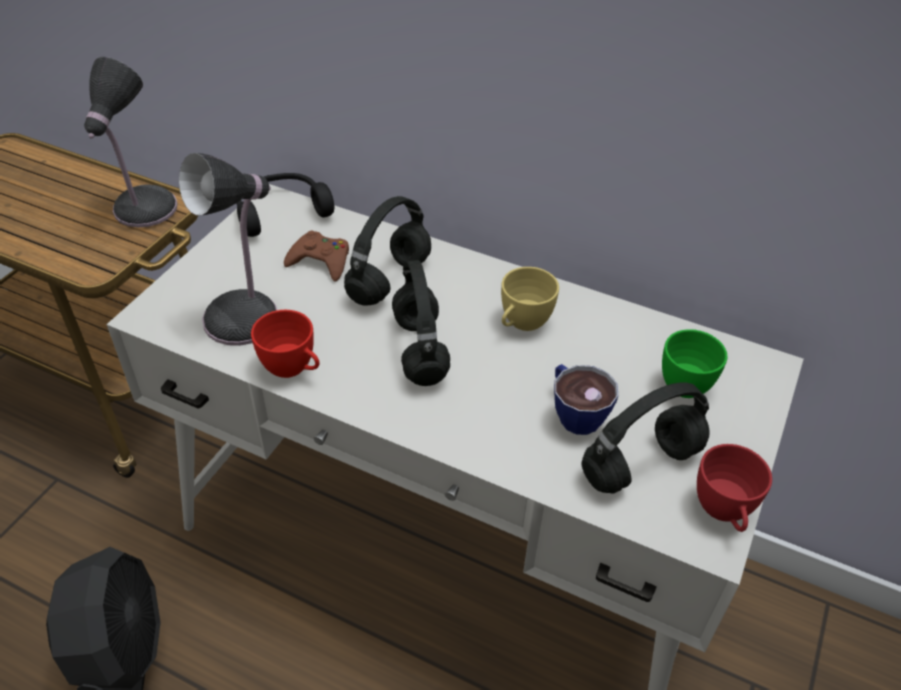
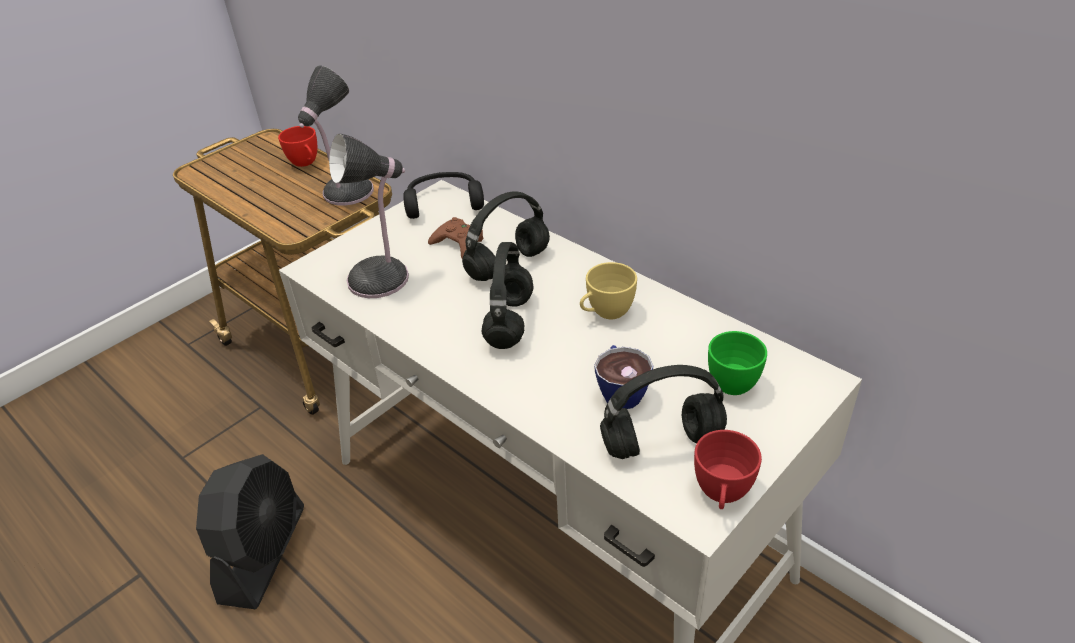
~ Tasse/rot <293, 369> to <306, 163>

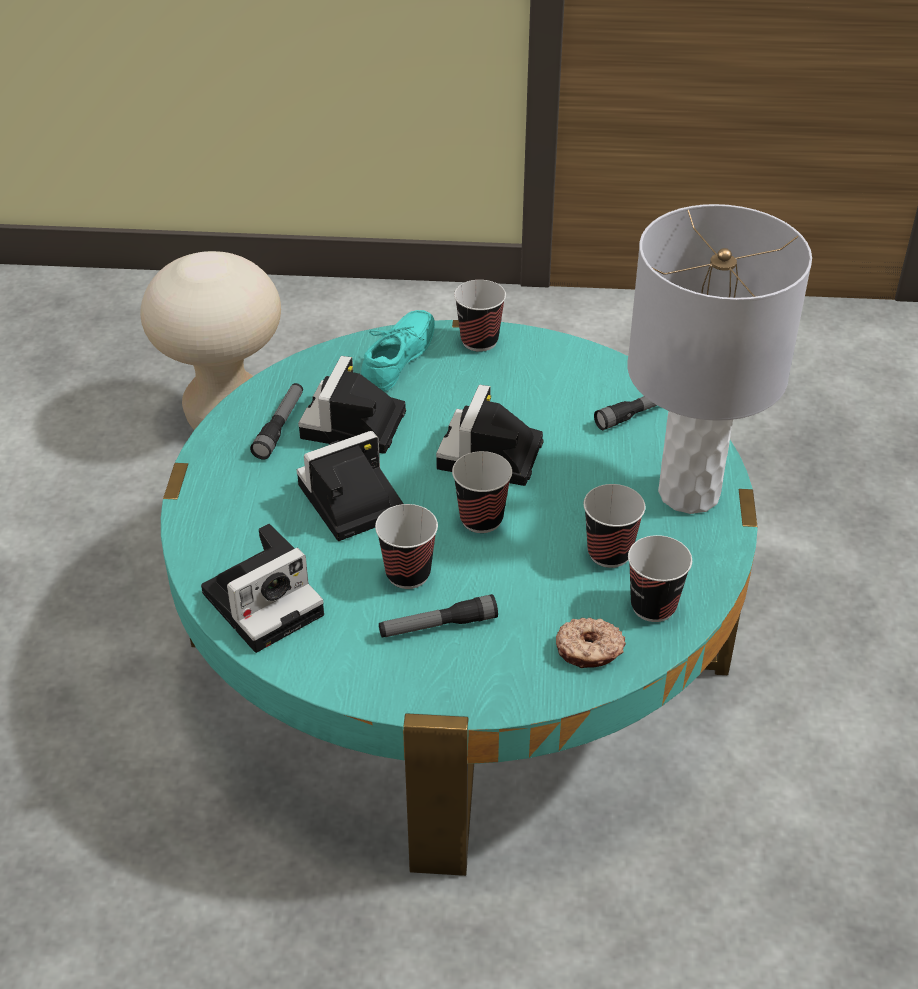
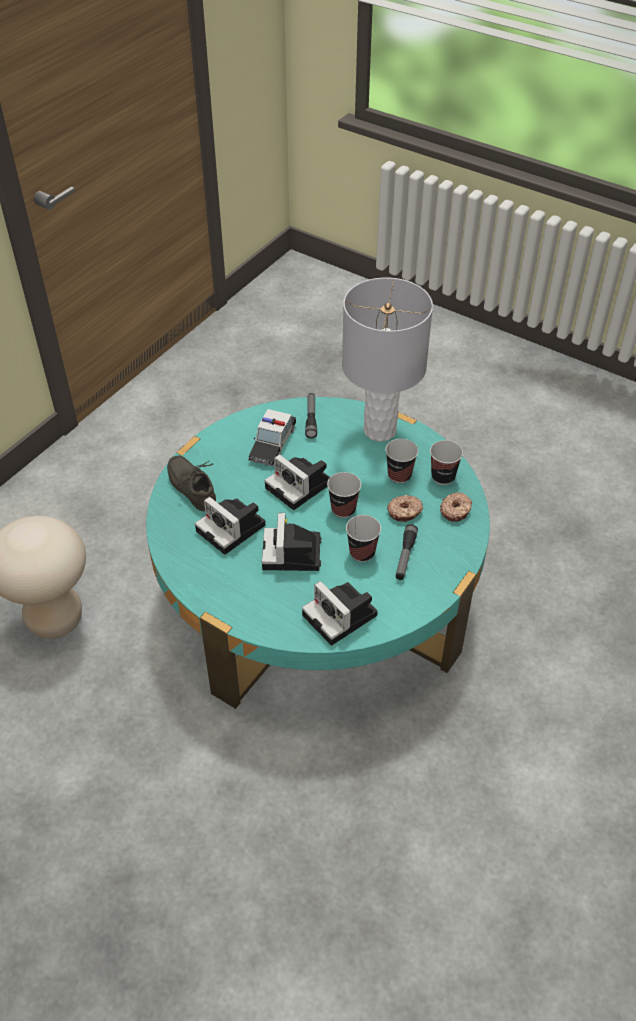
- Taschenlampe <280, 427>
- Tasse <479, 341>
+ Spielzeugauto <272, 444>
+ Donut <404, 512>
~ Schuh/türkis <402, 360> to Schuh/grau <194, 487>
~ Kamera <266, 601> = <342, 616> 150 degrees clockwise

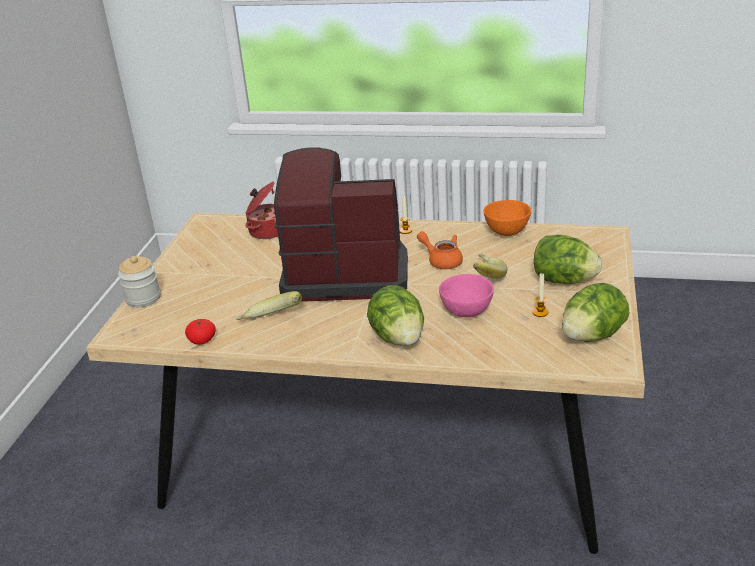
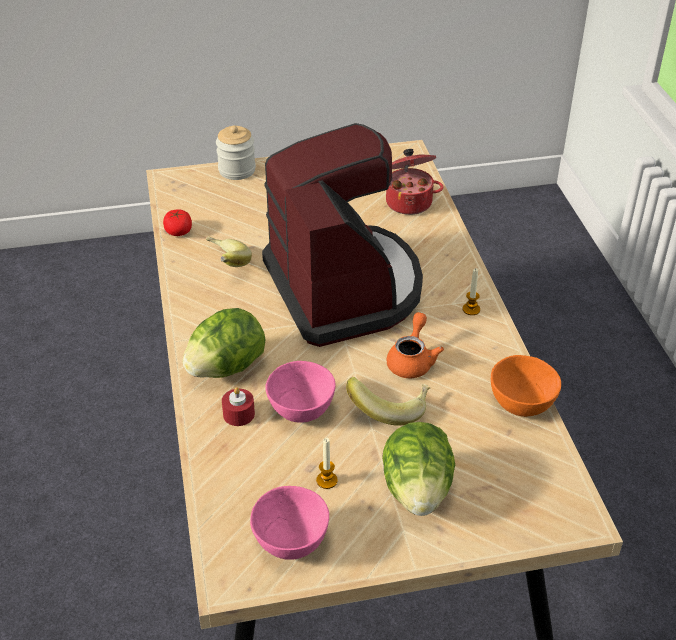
+ Kerze/rot <239, 414>
~ Salatkopf <592, 336> to Schüssel/rosa <290, 544>

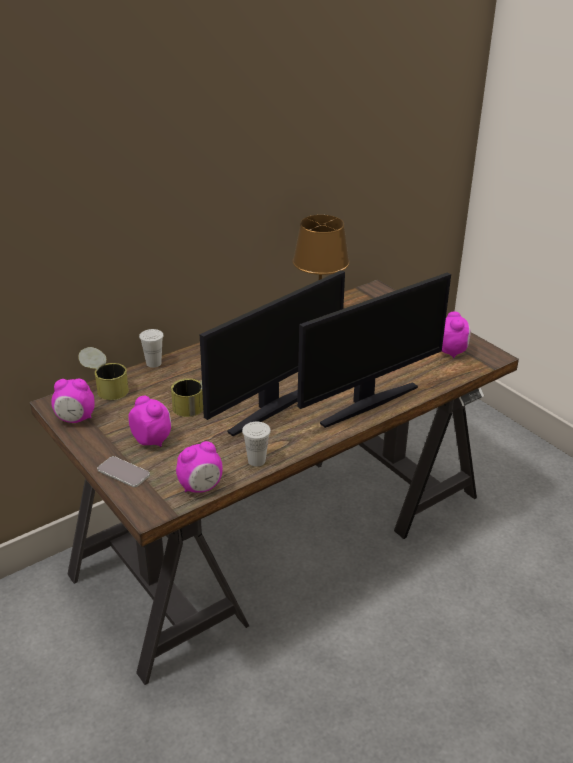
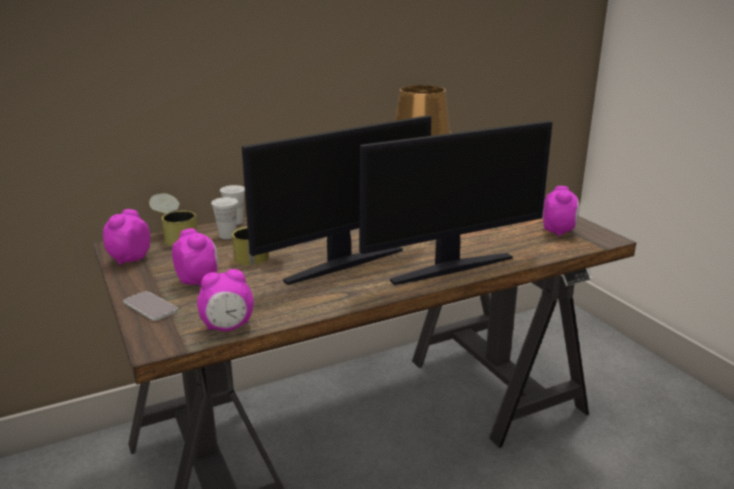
~ Tasse/weiß <256, 460> to <227, 236>
~ Wecker <75, 419> = <129, 259> 105 degrees clockwise

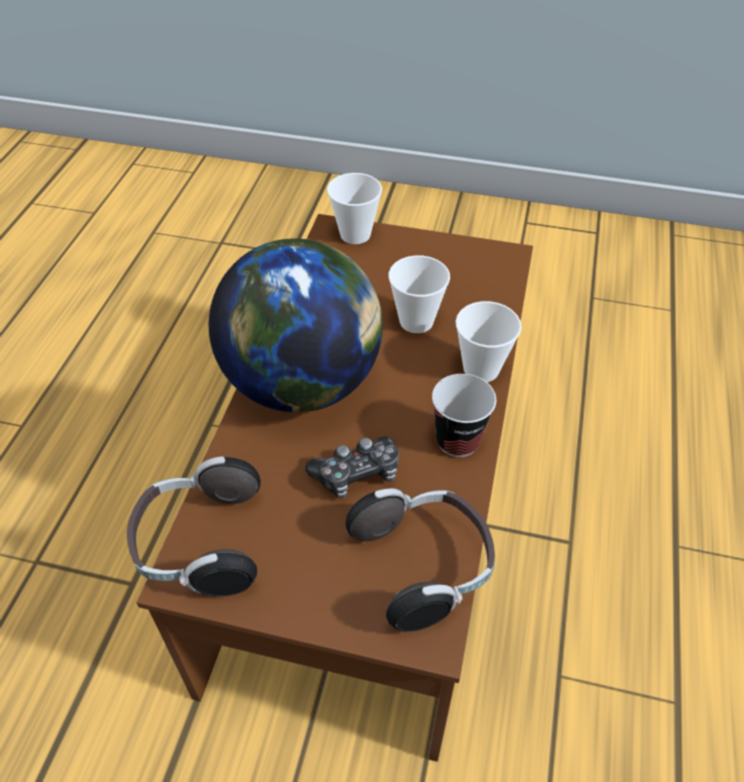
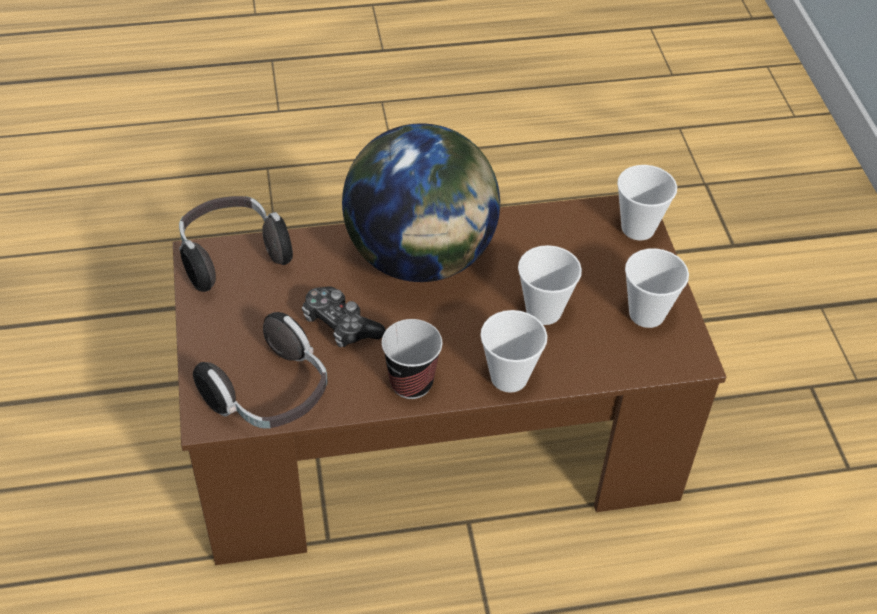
+ Tasse <646, 314>

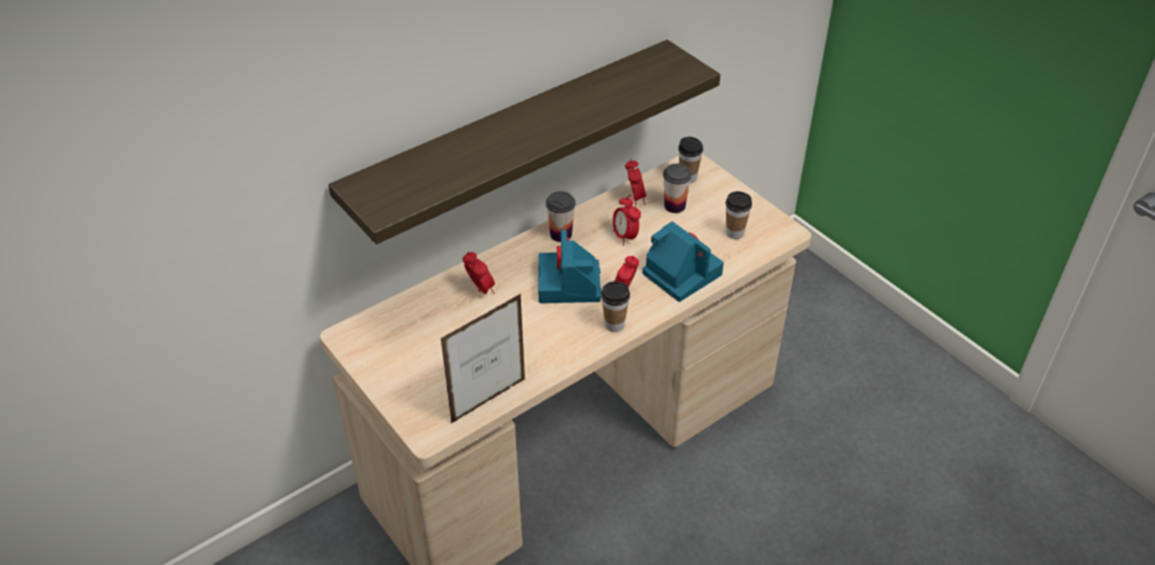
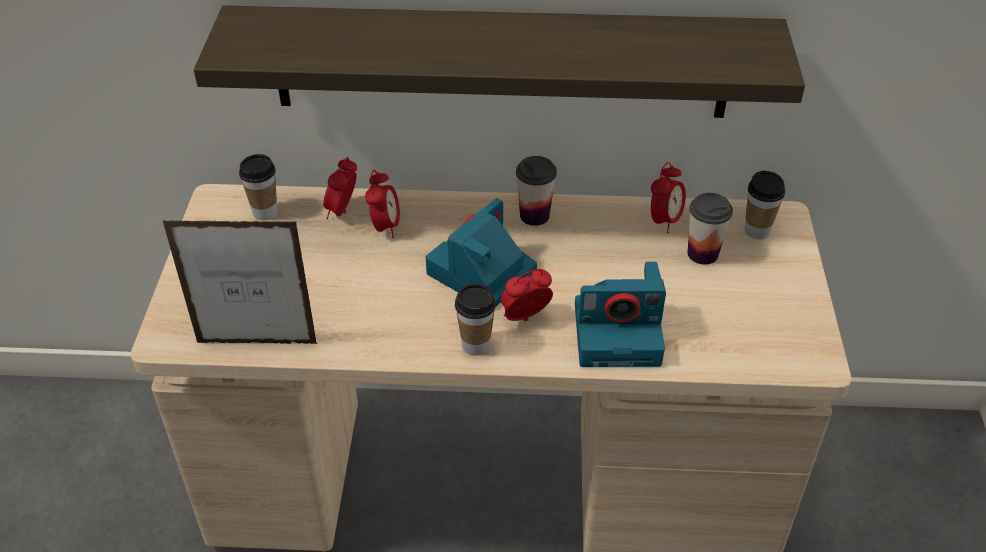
~ Wecker <625, 237> to <343, 212>
~ Tasse <734, 233> to <265, 212>
~ Kamera <680, 273> = <619, 332> 90 degrees clockwise

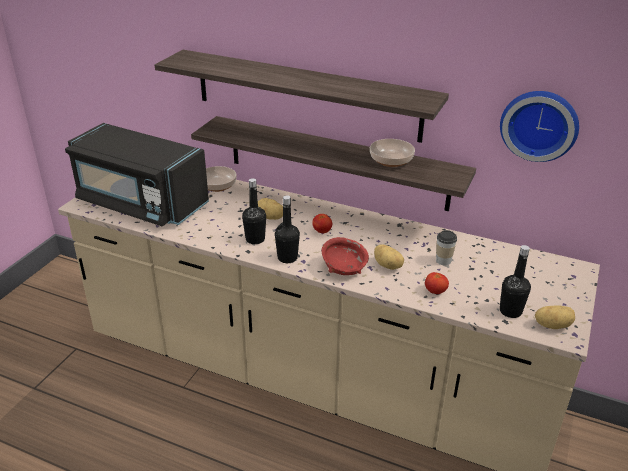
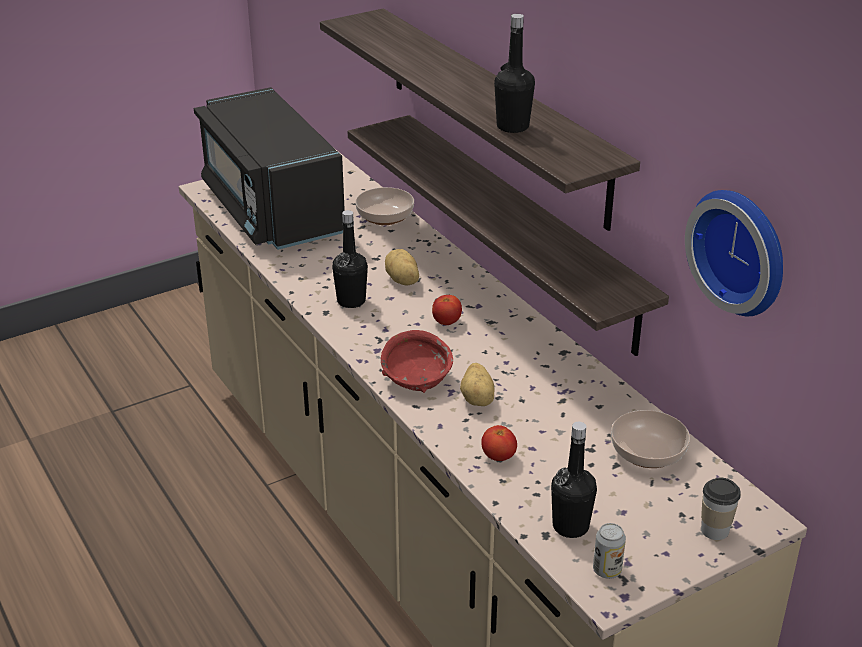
~ Flasche/schwarz <287, 258> to <512, 126>
~ Schüssel <390, 161> to <647, 452>
~ Tasse <443, 260> to <715, 530>
~ Kartoffel <552, 325> to Dose <607, 570>

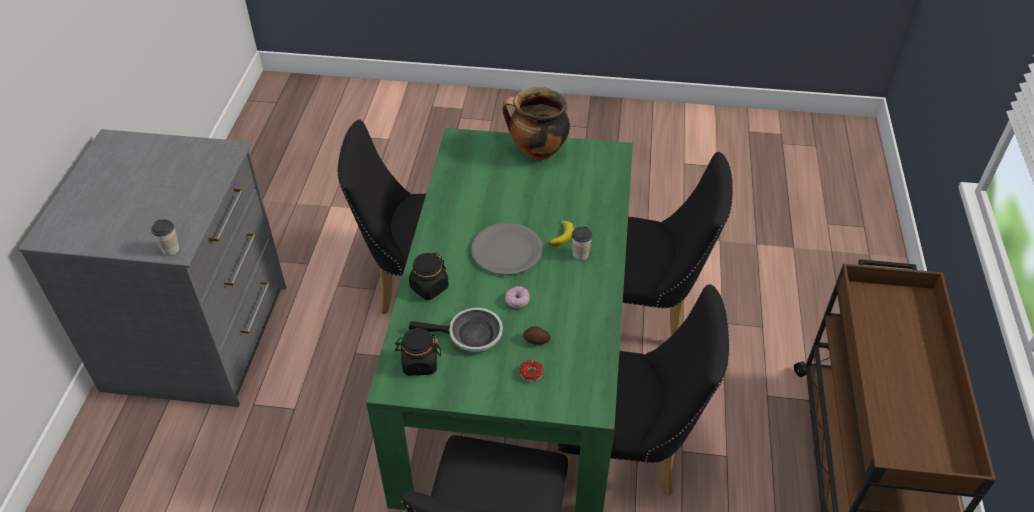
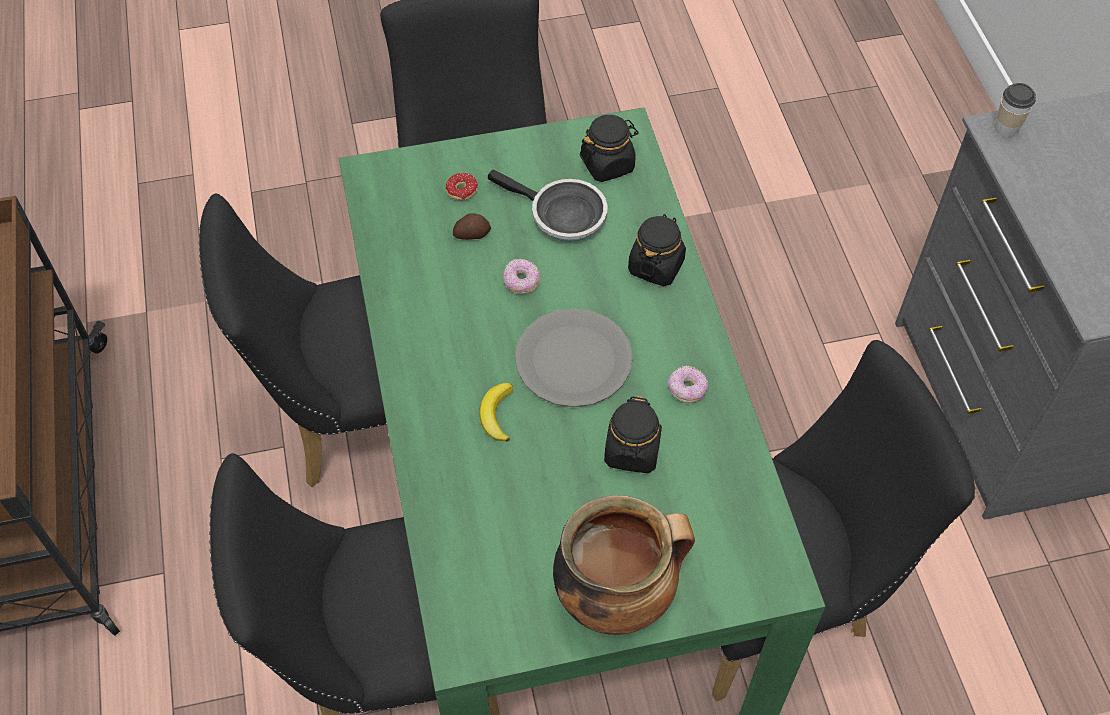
- Tasse <580, 255>
+ Vorratsglas/schwarz <632, 451>
+ Donut <687, 389>
~ Pfanne <470, 336> = <562, 216> 135 degrees counterclockwise

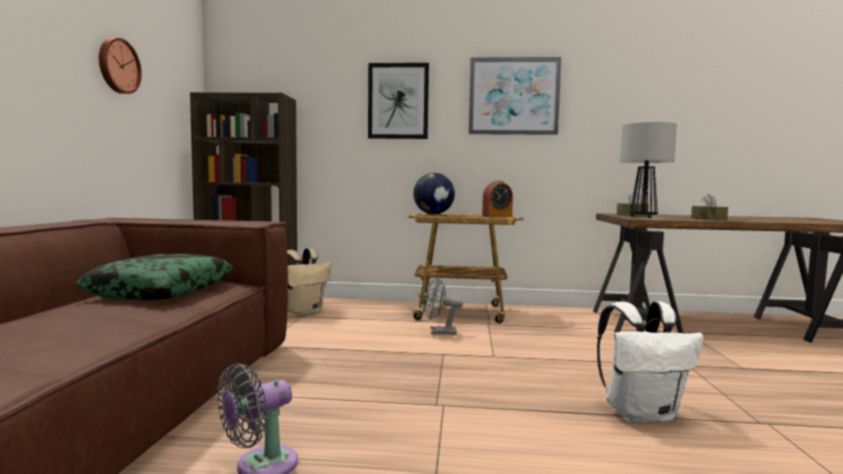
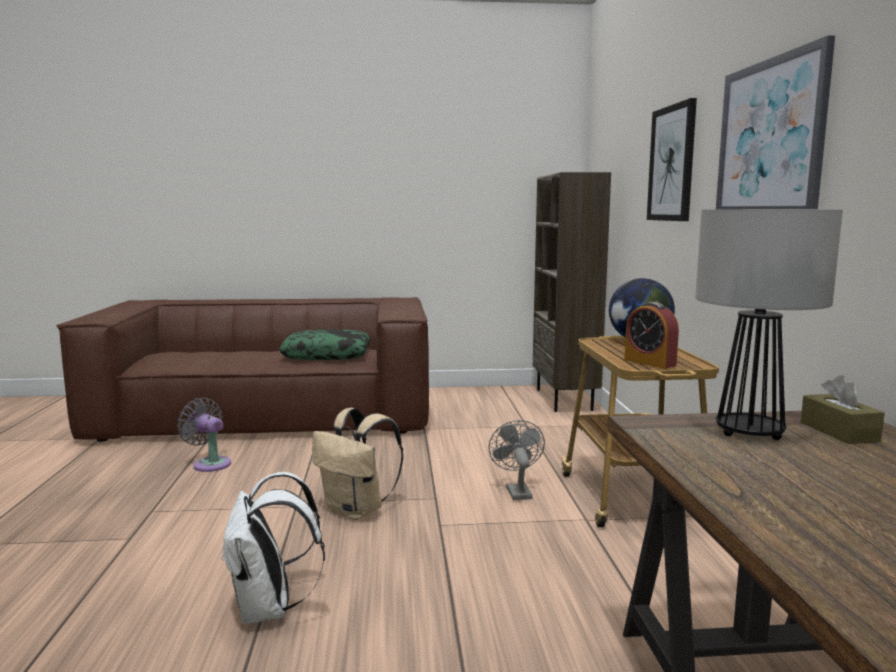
- Wanduhr <118, 66>
- Taschentuchbox/braun <708, 219>
~ Rucksack/beige <303, 312> to <357, 511>

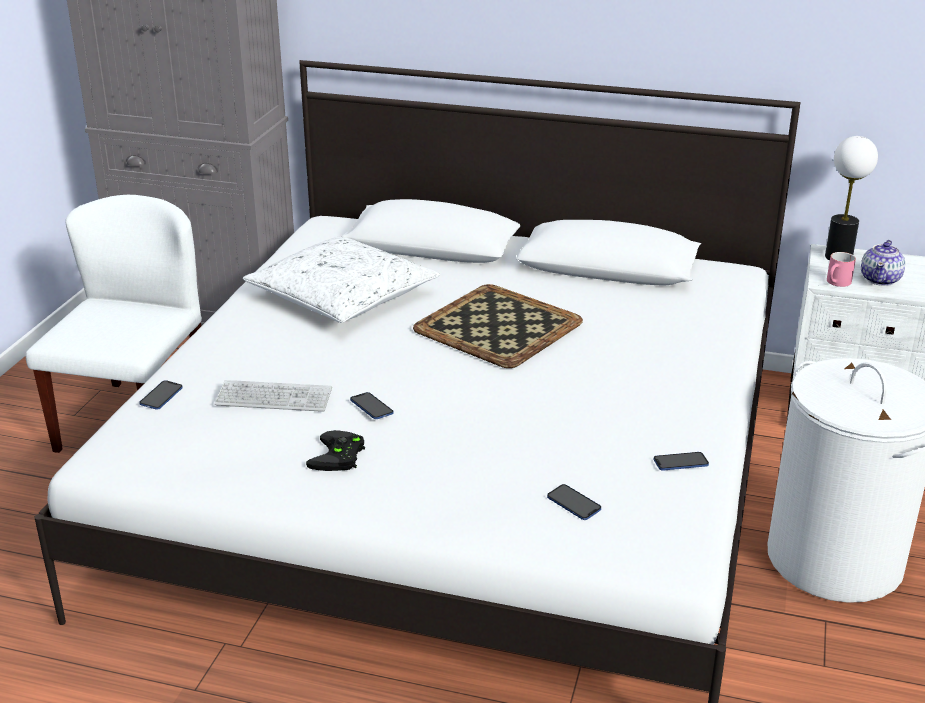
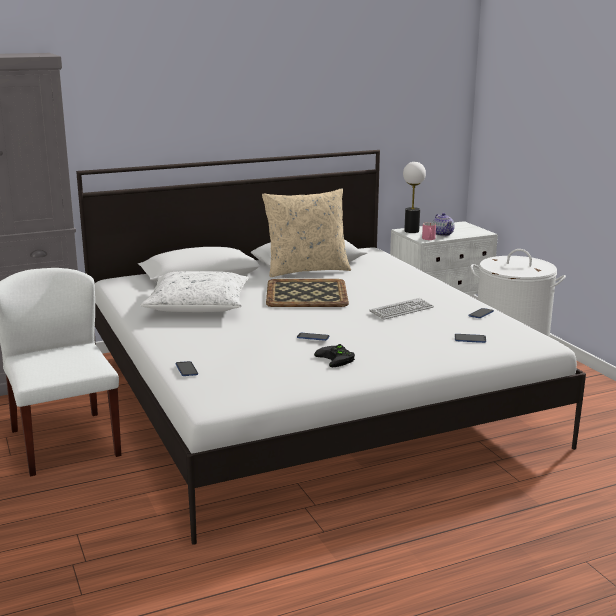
+ Kissen/beige <306, 270>
~ Tastatur <274, 398> to <401, 310>

